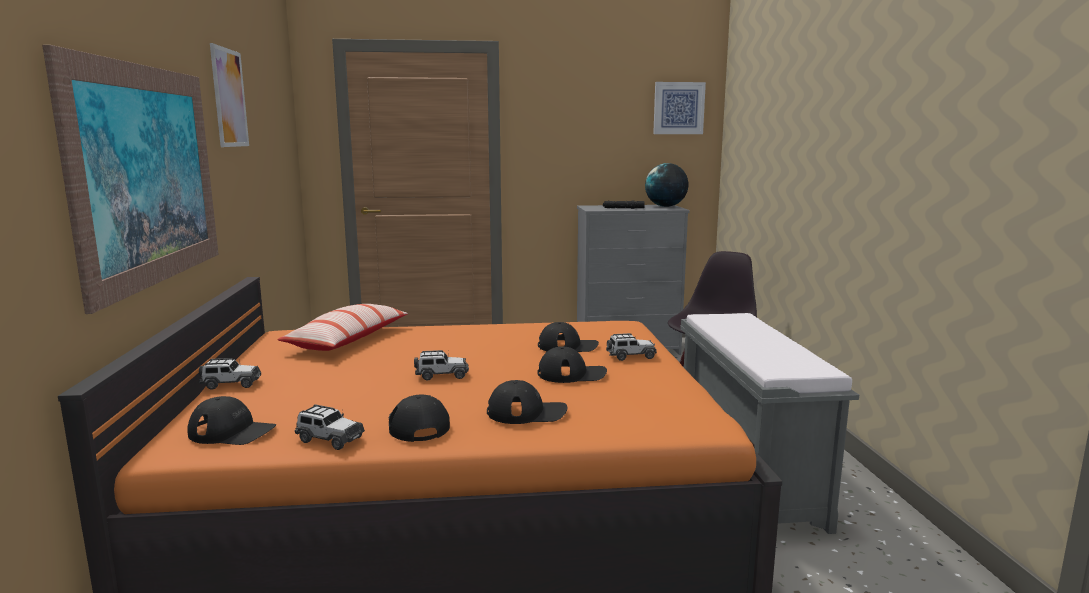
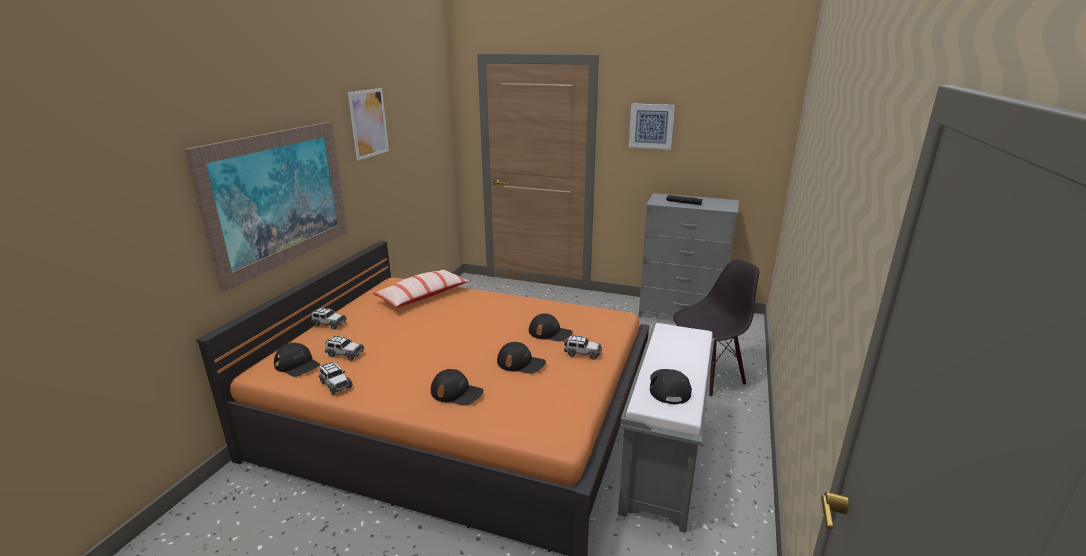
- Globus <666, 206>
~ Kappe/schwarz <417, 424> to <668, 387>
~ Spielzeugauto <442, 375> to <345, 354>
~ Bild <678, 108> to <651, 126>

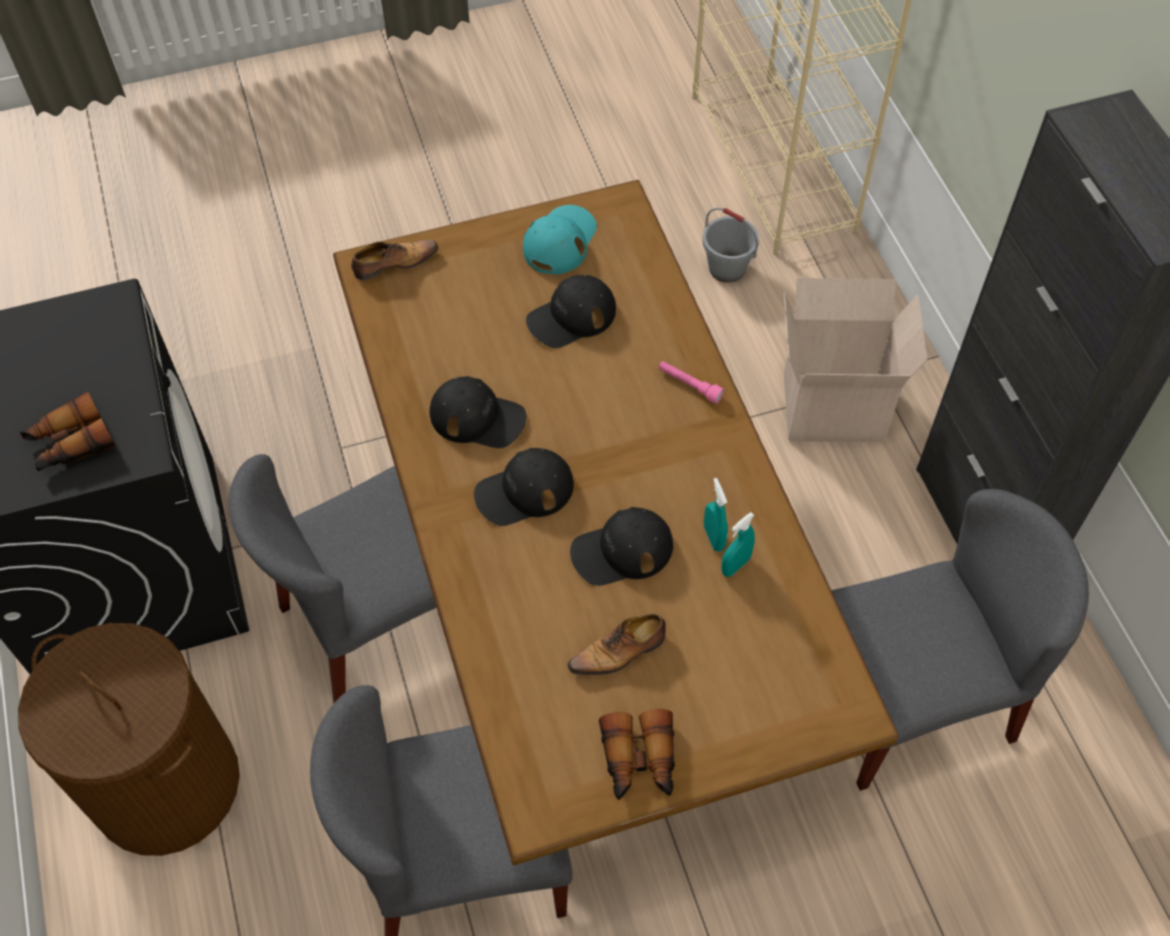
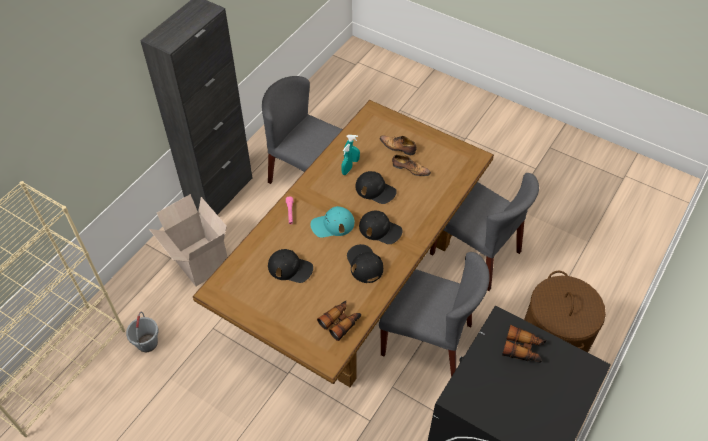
~ Schuh <394, 264> to <398, 147>
~ Kappe/türkis <560, 241> to <332, 225>
~ Fernglas <639, 762> to <340, 322>

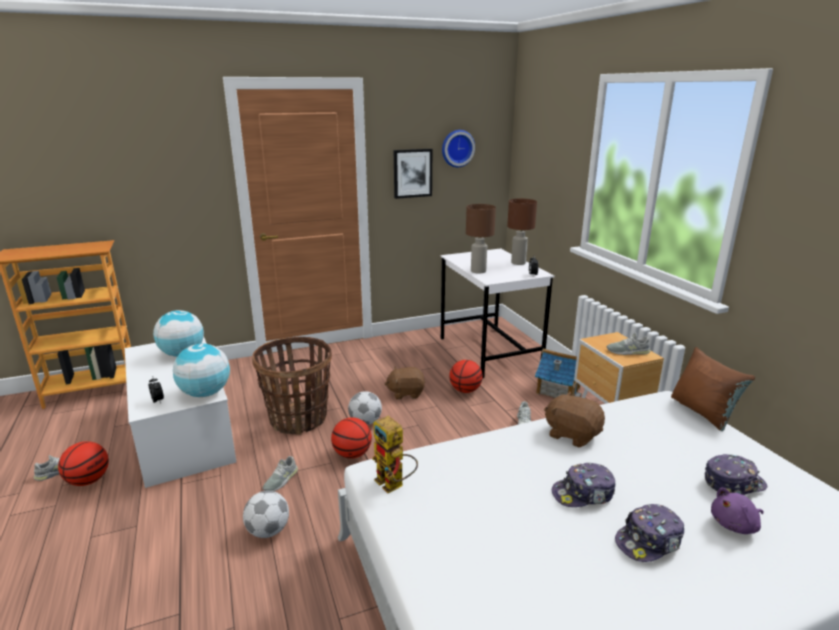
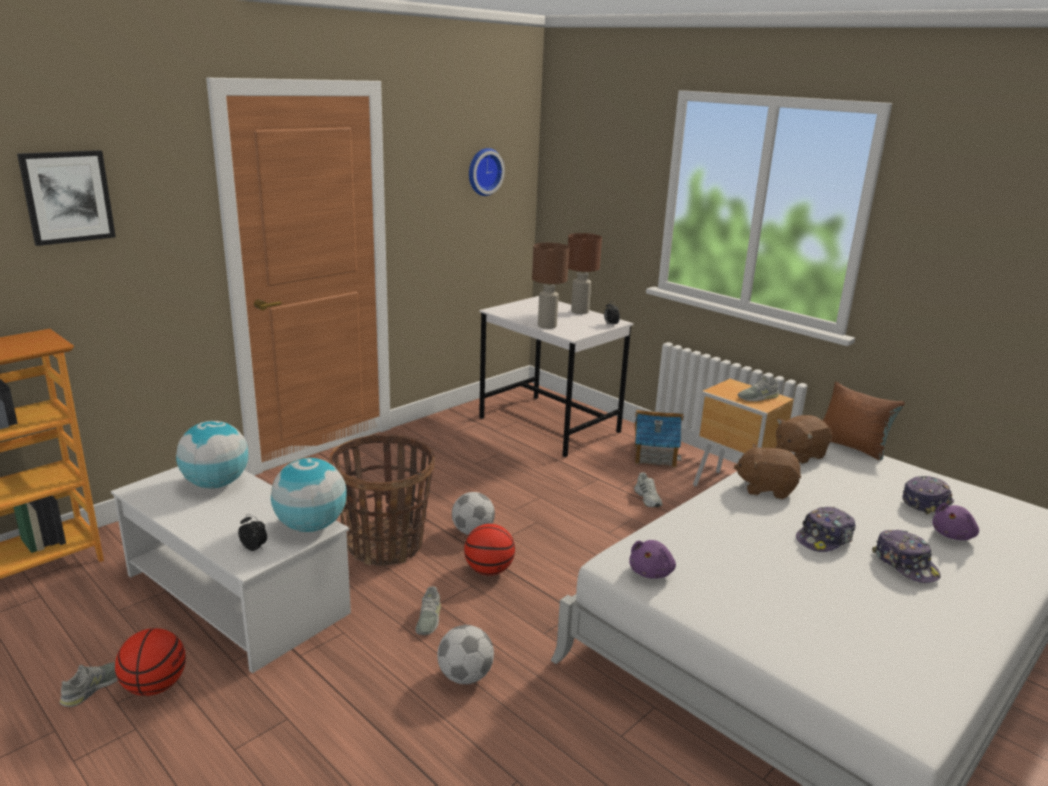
- Basketball <465, 390>
~ Plüschtier/braun <406, 393> to <799, 454>
~ Bild <412, 173> to <67, 197>
~ Spielzeugroboter <394, 485> to Plüschtier/lila <651, 572>
~ Kappe <649, 541> = <905, 564> 60 degrees counterclockwise

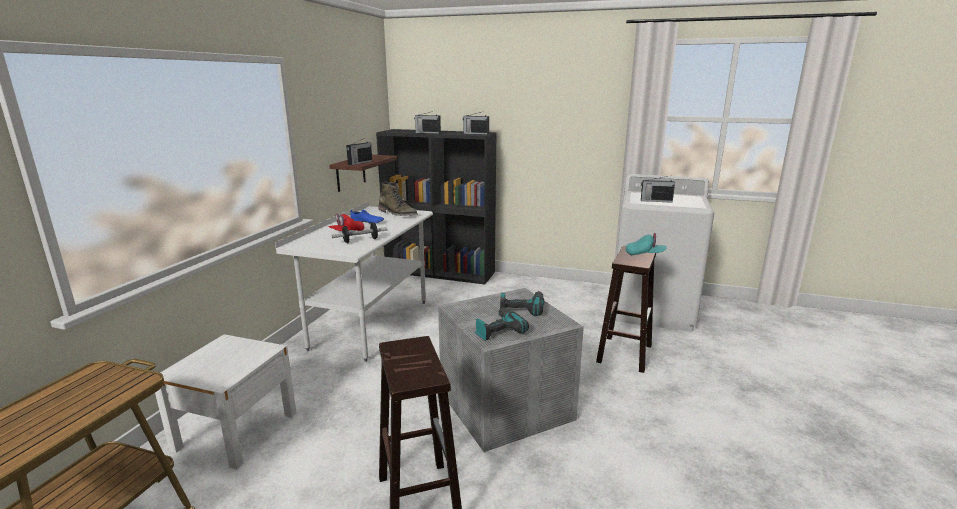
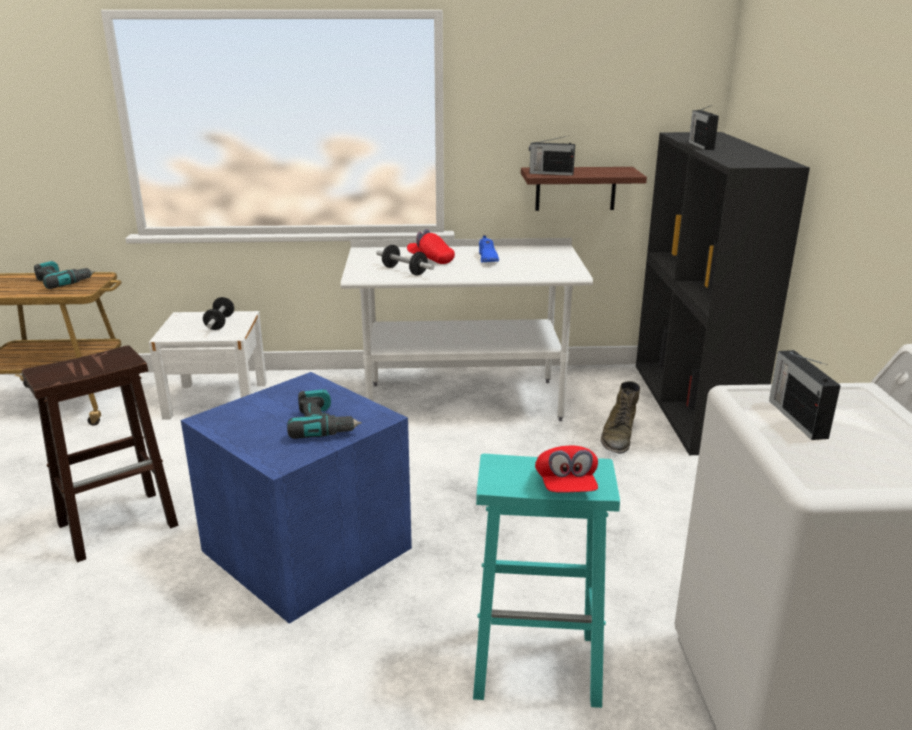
- Radio <475, 133>
+ Hantel <220, 323>
~ Stiefel/grün <397, 213> to <618, 437>
~ Bohrmaschine <498, 329> to <63, 282>
~ Aufbewahrungsbox/grau <503, 405> to Aufbewahrungsbox/blau <307, 547>
~ Hocker/braun <624, 353> to Hocker/türkis <539, 665>
~ Kappe/türkis <645, 255> to Kappe/rot <565, 487>

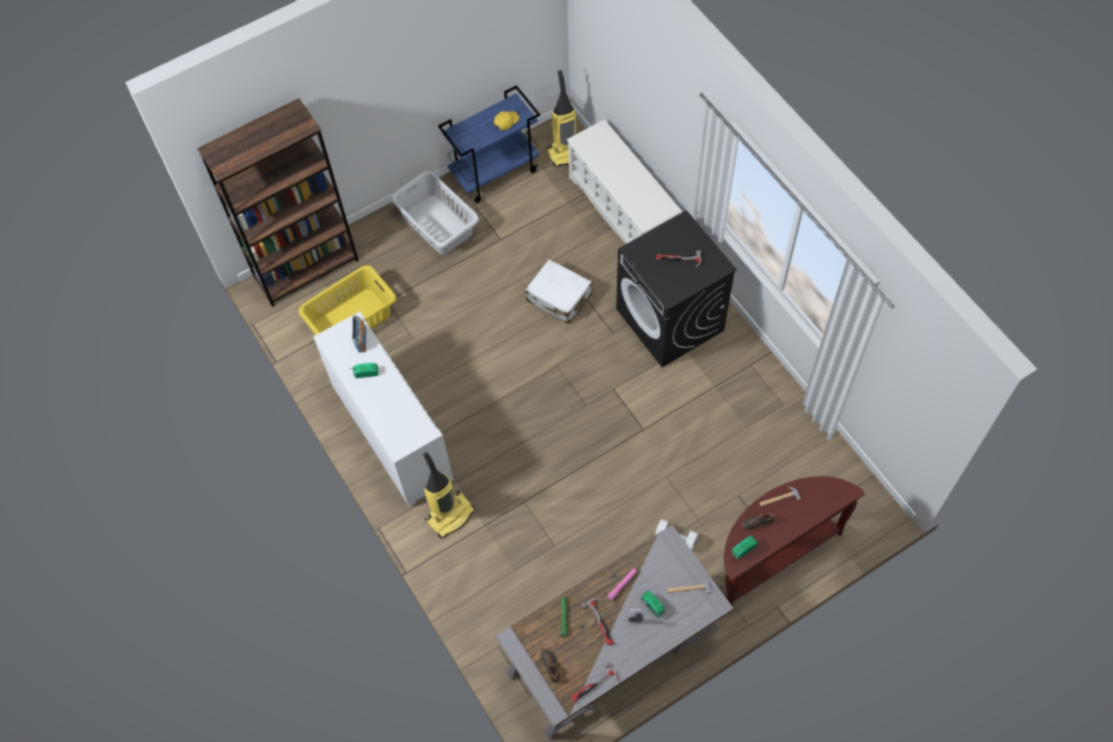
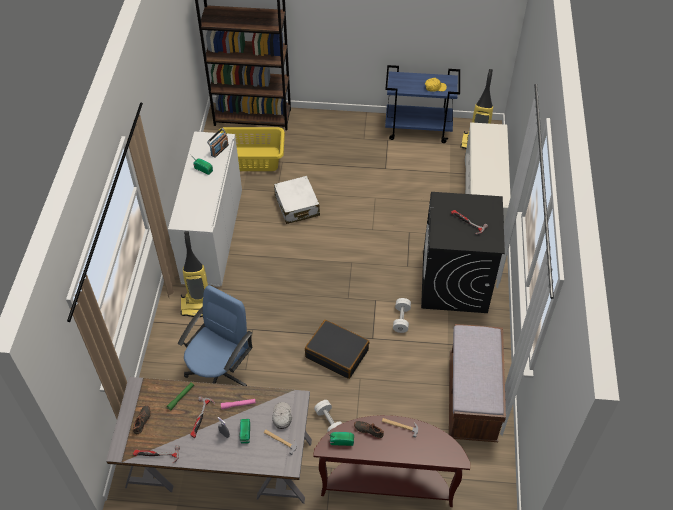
- Wäschekorb/grau <437, 225>
+ Bürostuhl/blau <220, 373>
+ Kappe/weiß <282, 417>
+ Koffer/schwarz <337, 353>
+ Hantel/weiß <401, 319>
+ Bank/braun <472, 398>
~ Koffer/weiß <559, 297> to <297, 206>

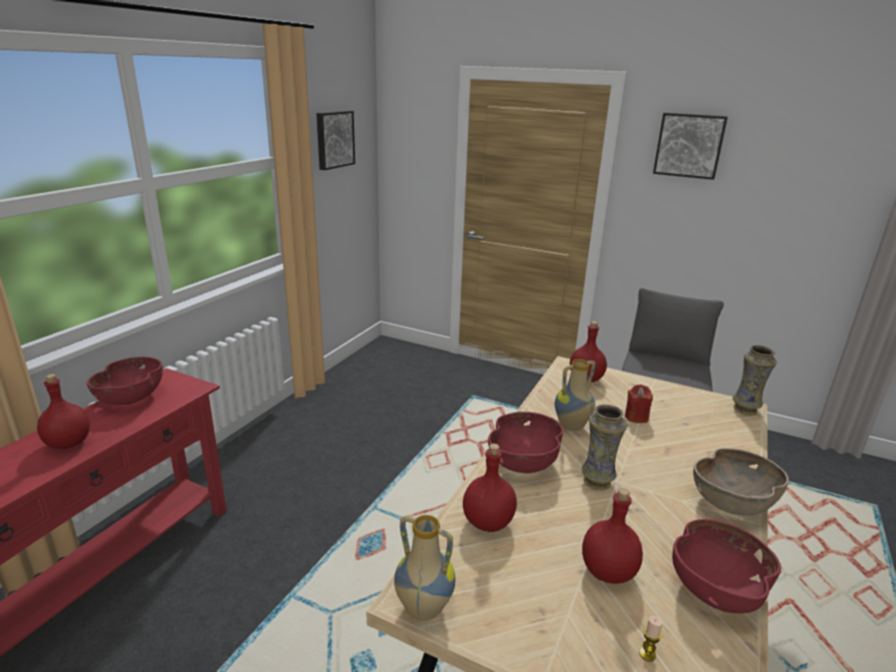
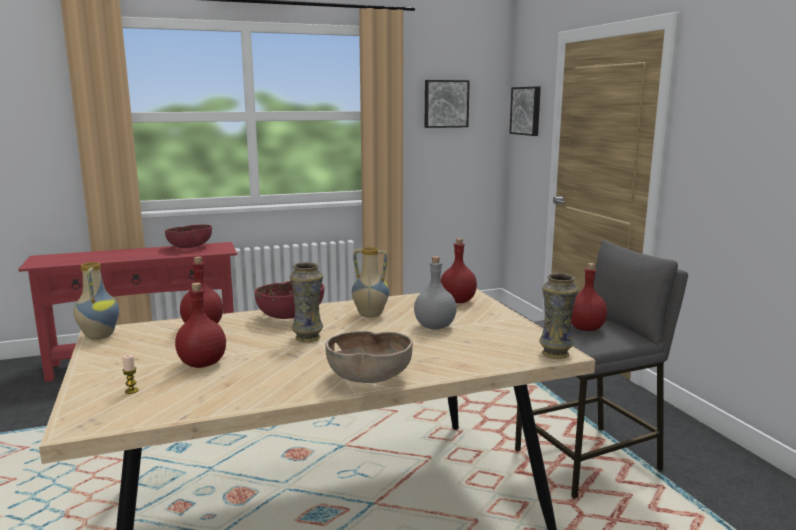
- Schüssel/rot <715, 588>
~ Flasche/rot <69, 443> to <586, 328>
~ Bild <689, 145> to <526, 111>
~ Kerze/rot <636, 417> to Flasche/grau <434, 326>

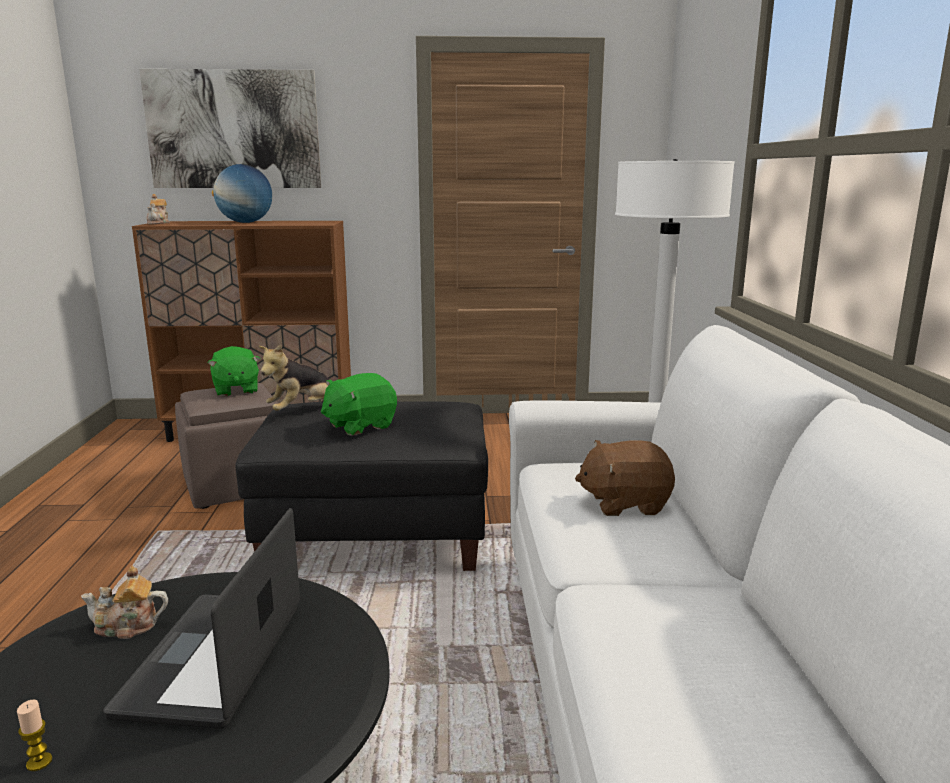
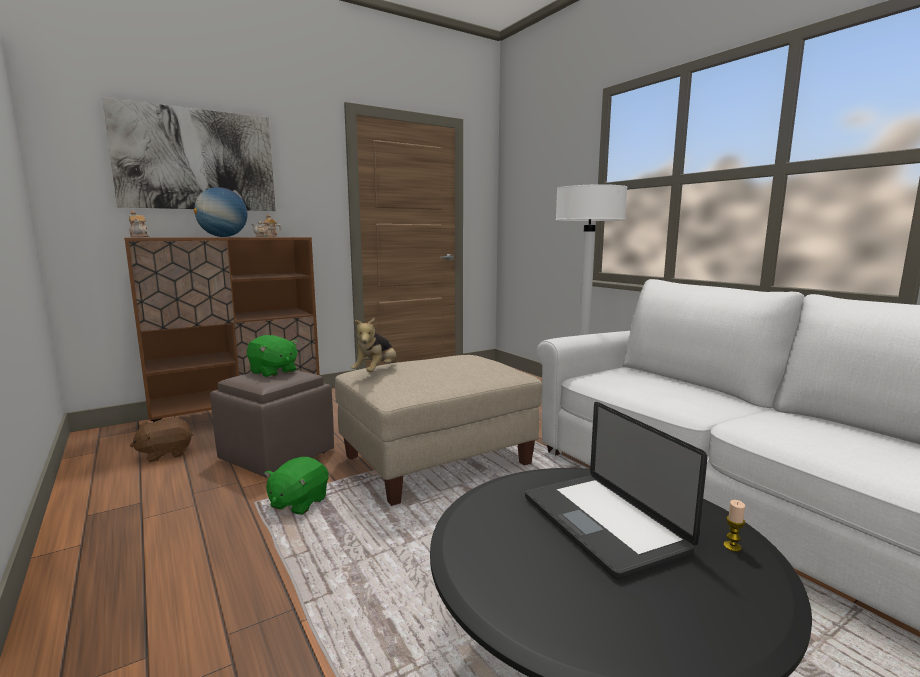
~ Kerze <39, 762> to <732, 546>
~ Teekanne <127, 627> to <267, 236>
~ Plüschtier/grün <360, 426> to <298, 503>
~ Plüschtier/braun <624, 503> to <165, 454>
~ Polsterhocker/schwarz <376, 536> to Polsterhocker/beige <437, 461>

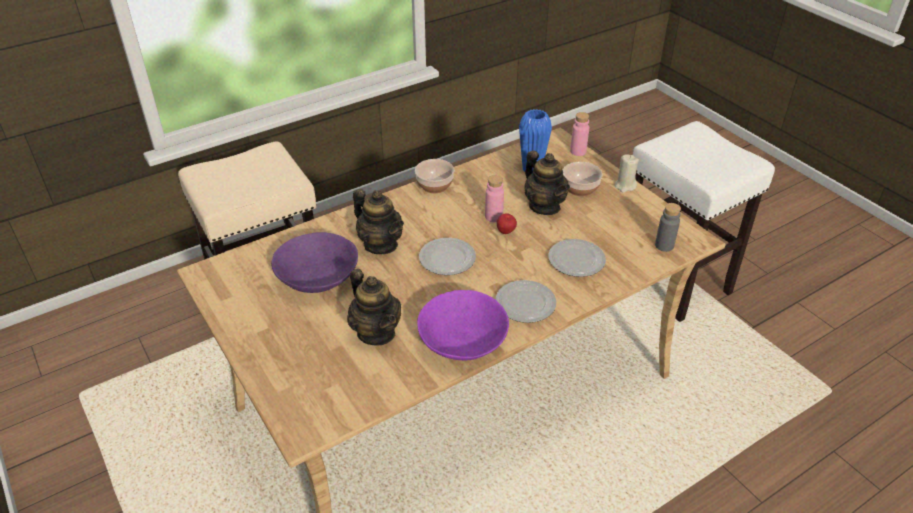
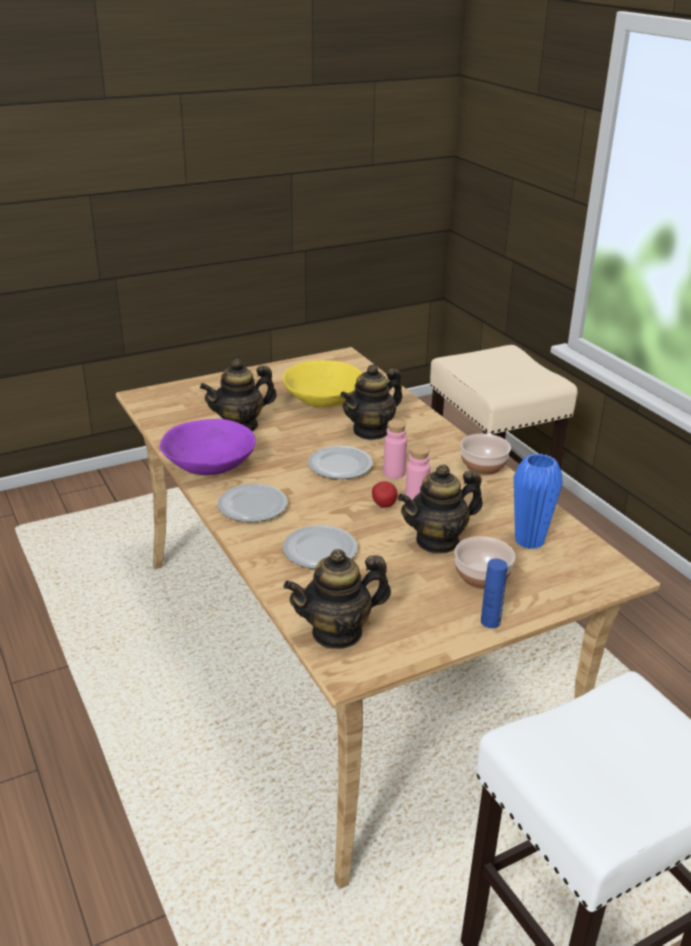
~ Flasche/rosa <578, 151> to <394, 473>
~ Kerze/beige <625, 186> to Flasche/blau <490, 622>
~ Flasche/grau <664, 245> to Teekanne <337, 632>
~ Schüssel/lila <318, 279> to Schüssel/gelb <323, 401>

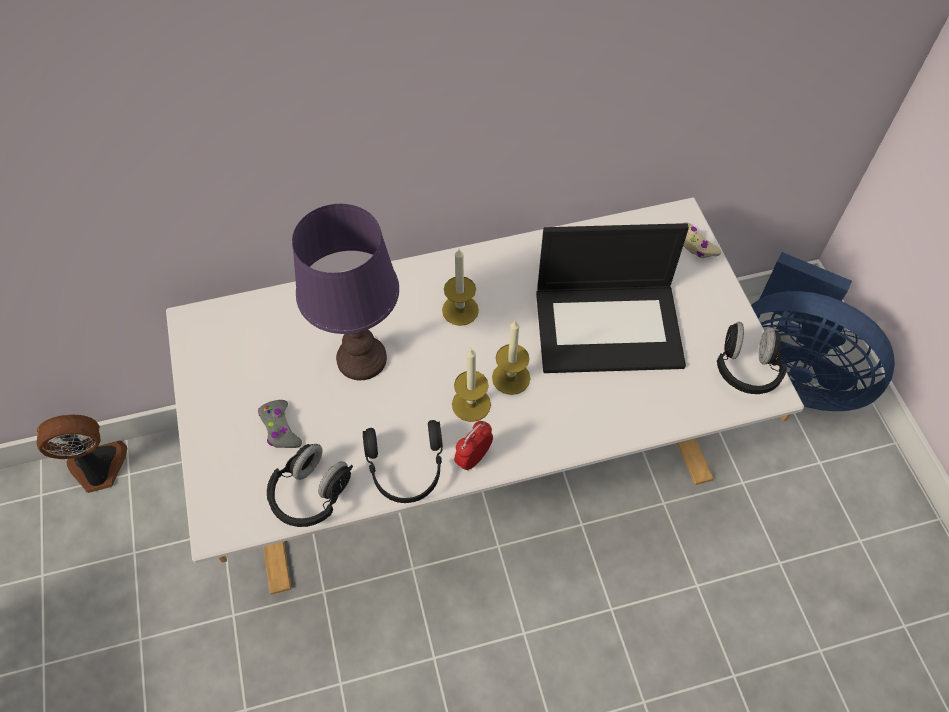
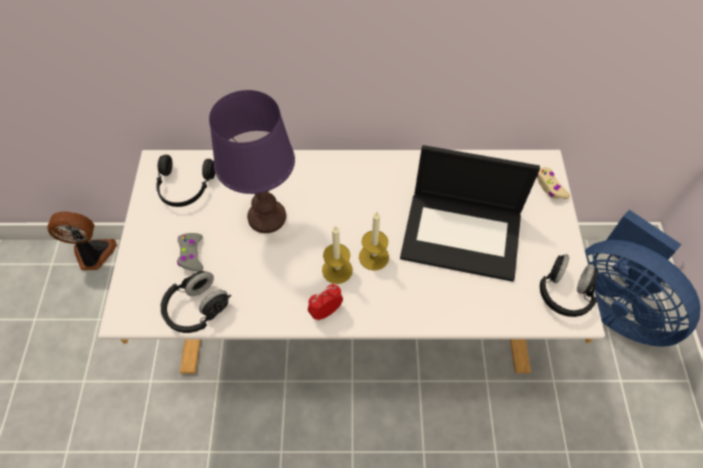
- Kerze <460, 310>
~ Kopfhörer/schwarz <406, 469> to <184, 187>

